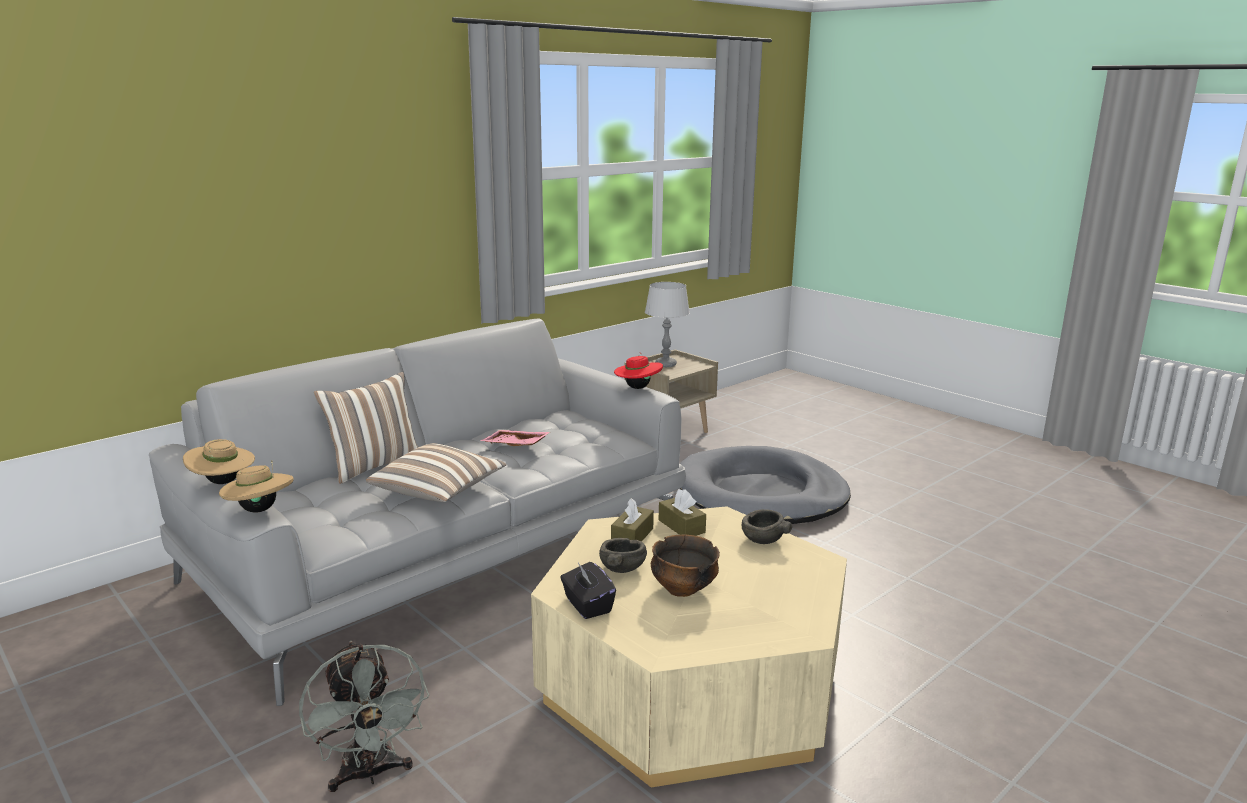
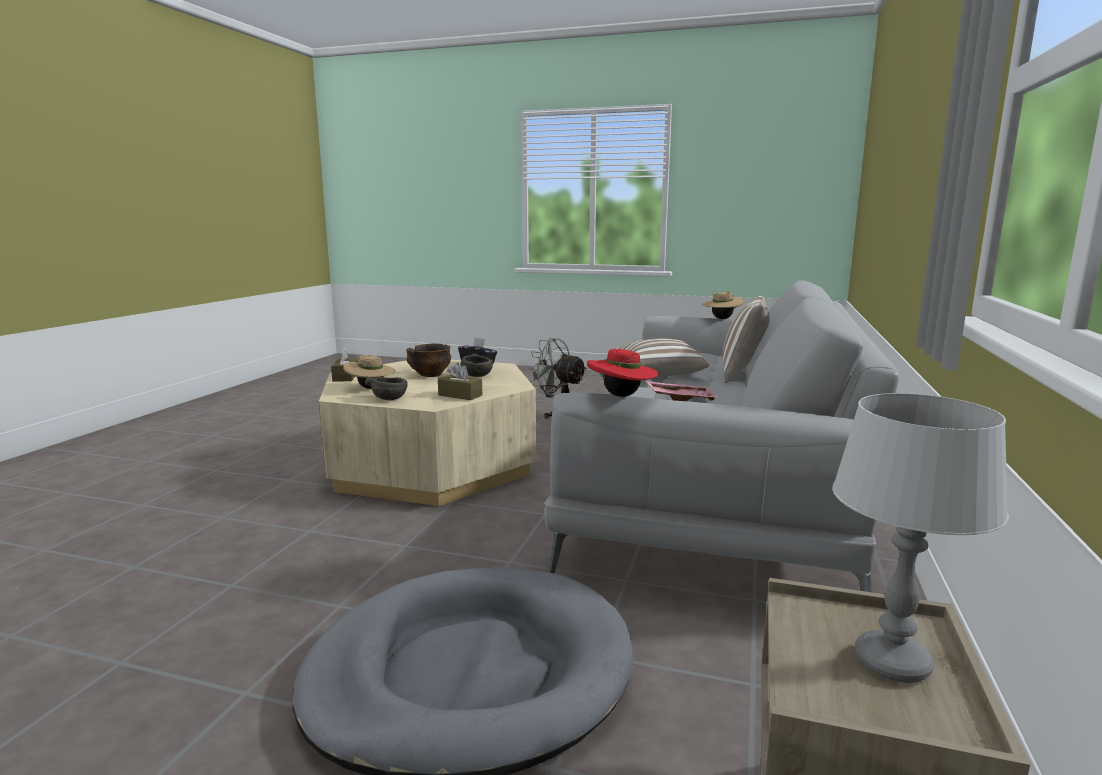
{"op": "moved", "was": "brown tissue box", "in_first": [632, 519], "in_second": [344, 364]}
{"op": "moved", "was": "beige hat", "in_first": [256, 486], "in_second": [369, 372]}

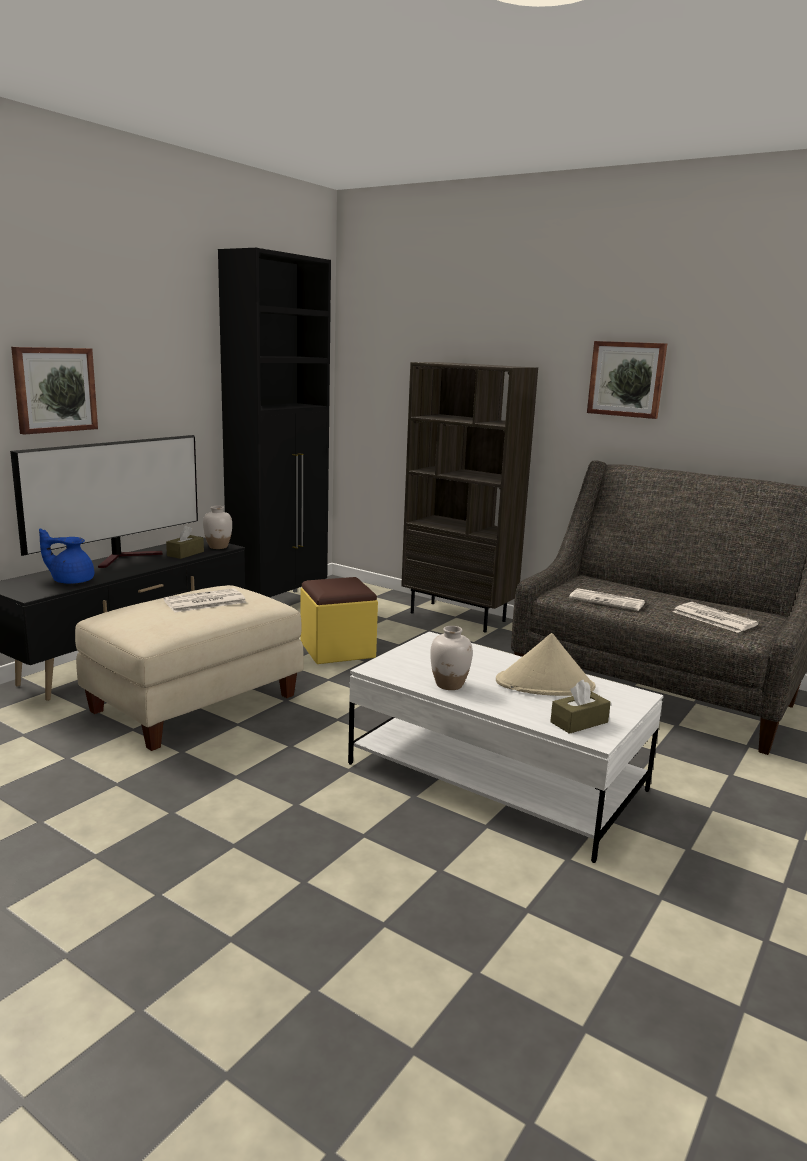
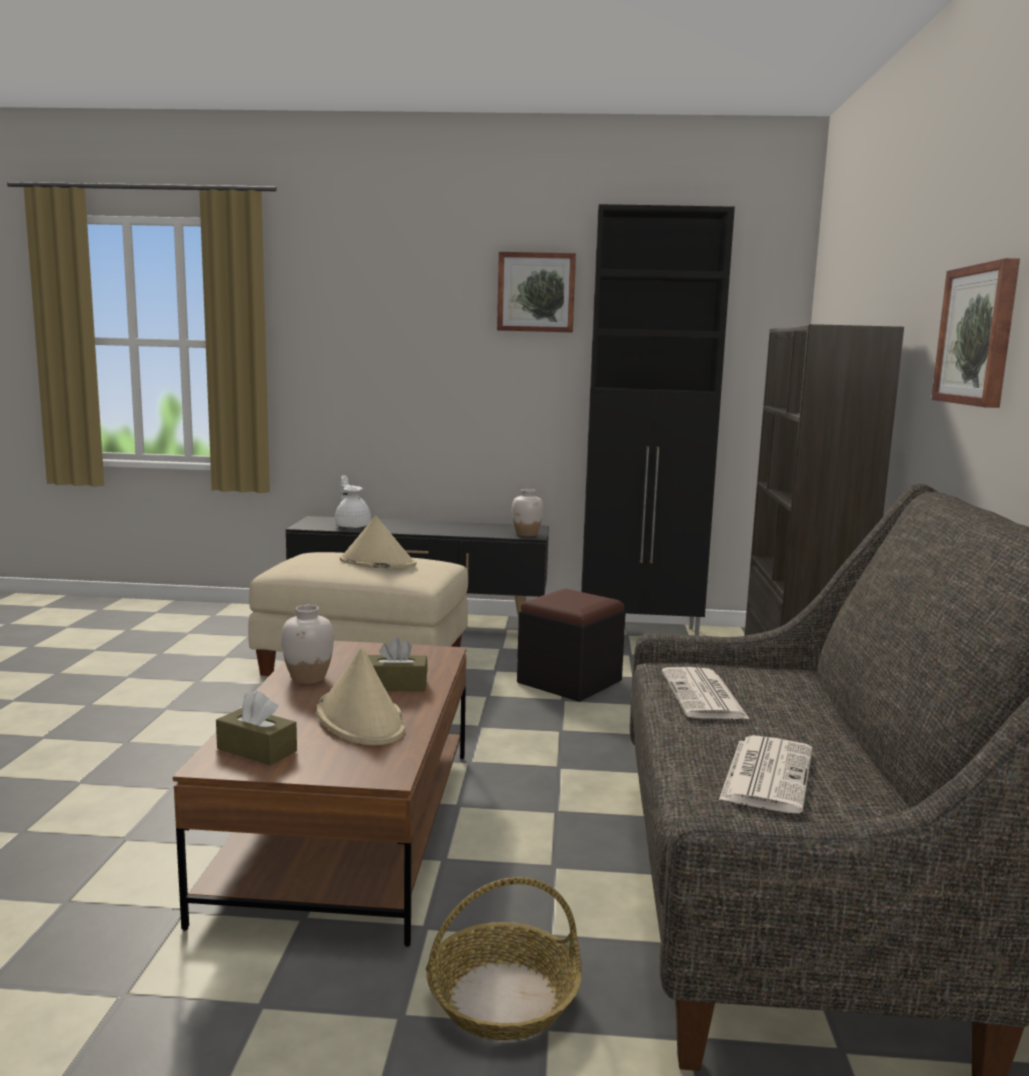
{"op": "recoloured", "was": "white coffee table", "now": "brown coffee table", "in_first": [505, 747], "in_second": [319, 794]}
{"op": "recoloured", "was": "blue teapot", "now": "white teapot", "in_first": [66, 556], "in_second": [353, 501]}
{"op": "replaced", "was": "newspaper", "now": "beige hat", "in_first": [205, 600], "in_second": [378, 542]}
{"op": "moved", "was": "brown tissue box", "in_first": [185, 542], "in_second": [398, 664]}
{"op": "added", "now": "basket", "in_second": [504, 959]}
{"op": "moved", "was": "picture", "in_first": [54, 391], "in_second": [536, 292]}
{"op": "recoloured", "was": "yellow ottoman", "now": "black ottoman", "in_first": [339, 620], "in_second": [571, 645]}
{"op": "removed", "was": "television", "in_first": [104, 501]}

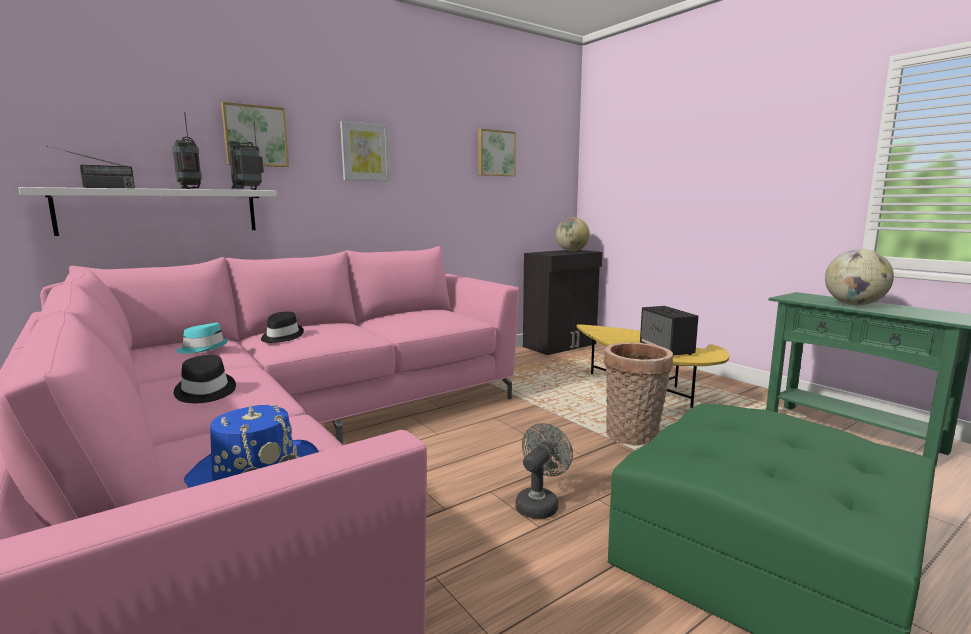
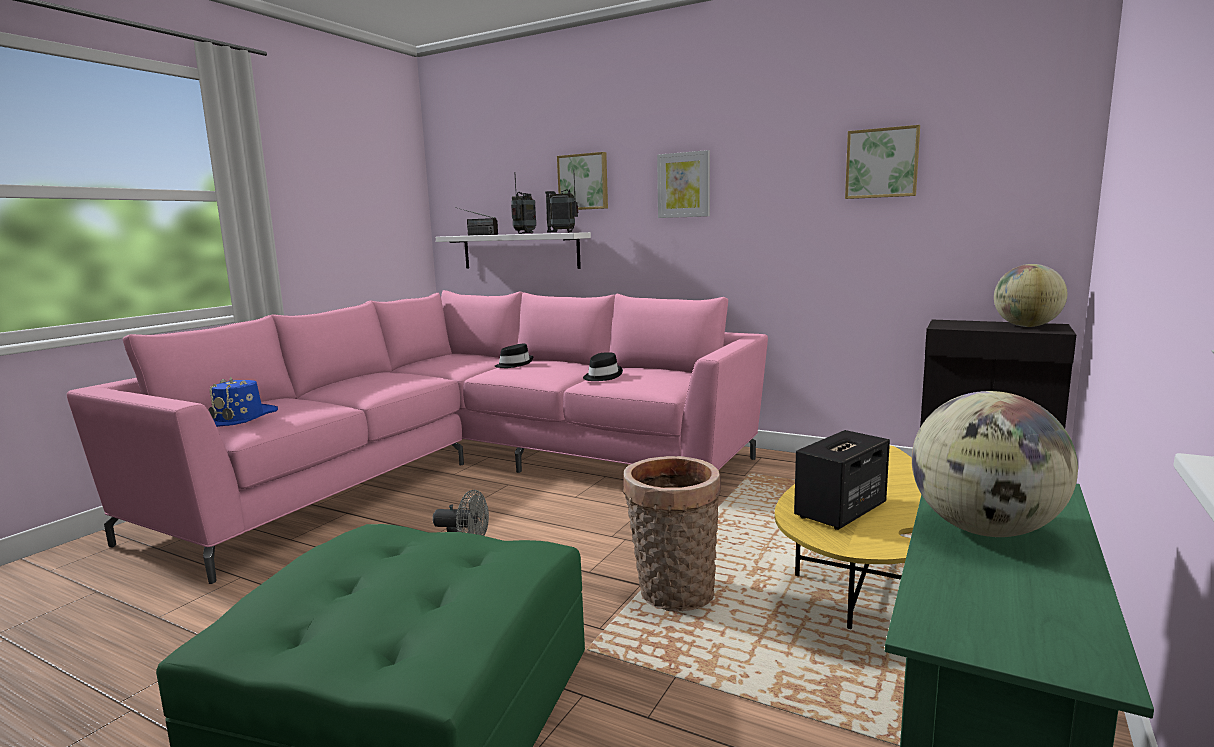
{"op": "moved", "was": "black hat", "in_first": [205, 379], "in_second": [603, 366]}
{"op": "removed", "was": "turquoise hat", "in_first": [202, 338]}

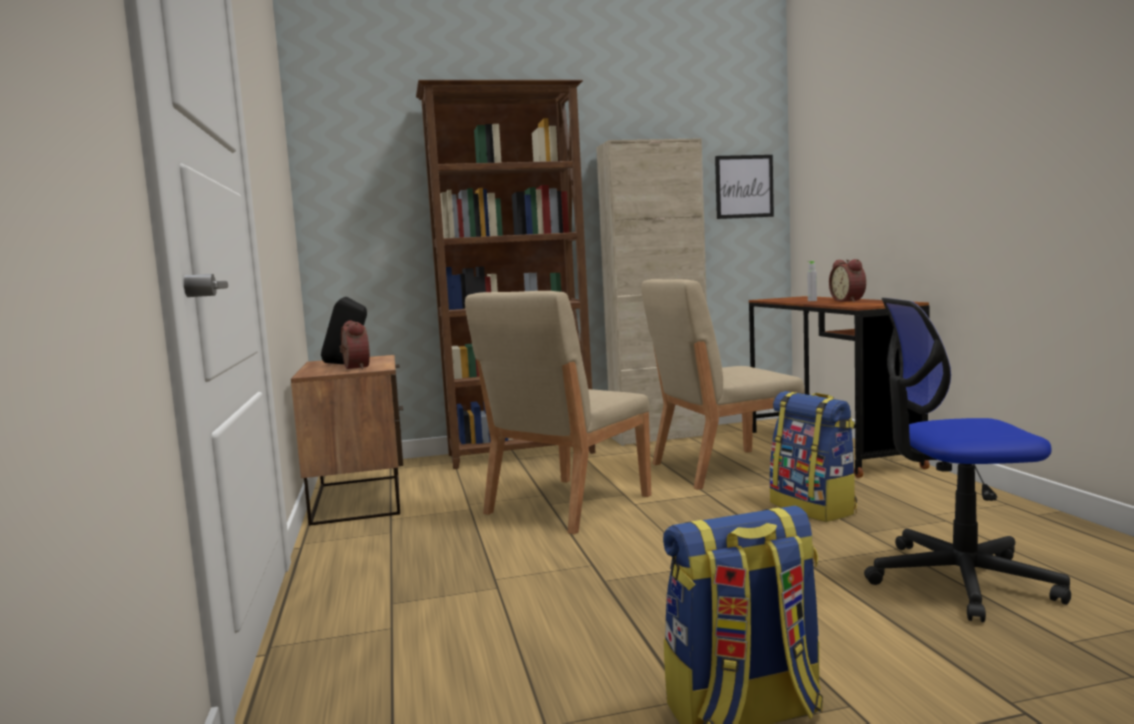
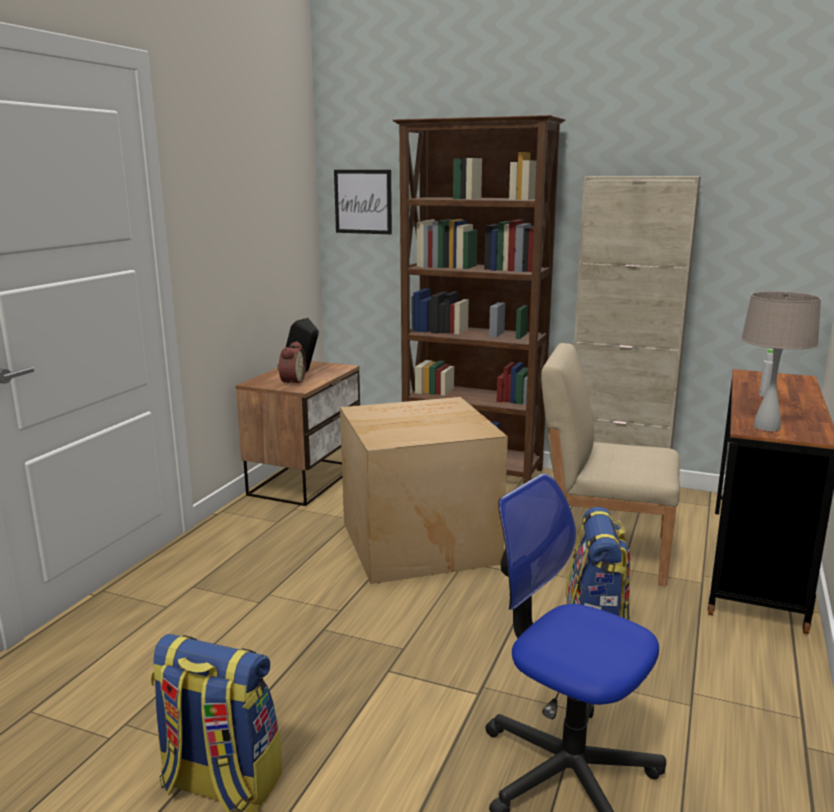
{"op": "moved", "was": "picture", "in_first": [744, 187], "in_second": [363, 202]}
{"op": "replaced", "was": "beige chair", "now": "cardboard box", "in_first": [558, 412], "in_second": [424, 490]}
{"op": "added", "now": "beige table lamp", "in_second": [781, 361]}
{"op": "removed", "was": "alarm clock", "in_first": [847, 280]}

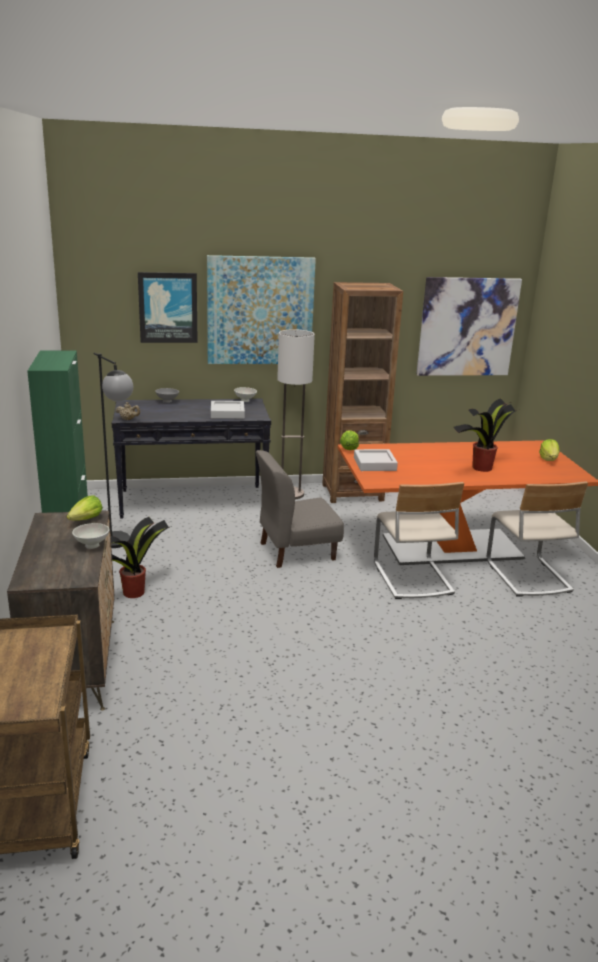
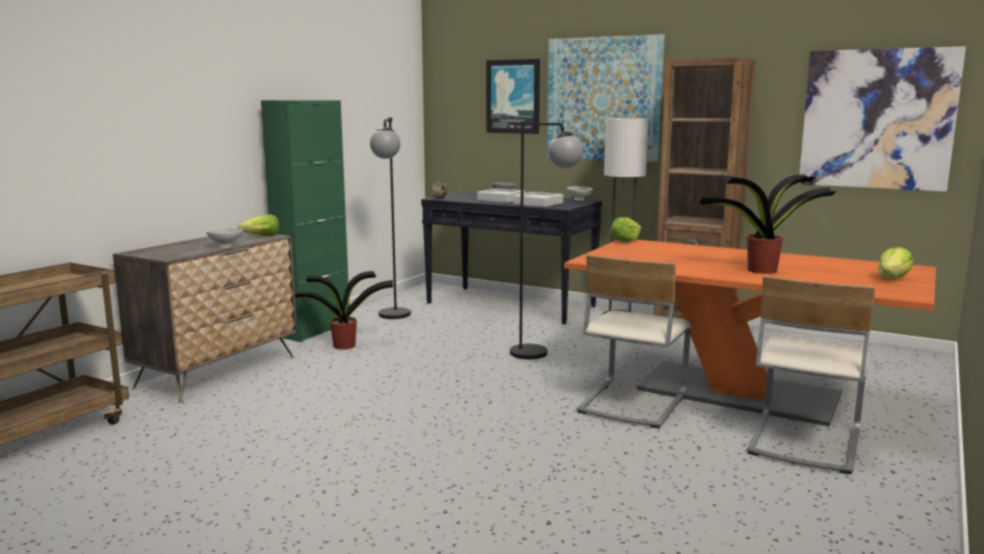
{"op": "moved", "was": "grey tray", "in_first": [376, 460], "in_second": [501, 195]}
{"op": "replaced", "was": "grey chair", "now": "black floor lamp", "in_first": [300, 509], "in_second": [545, 240]}

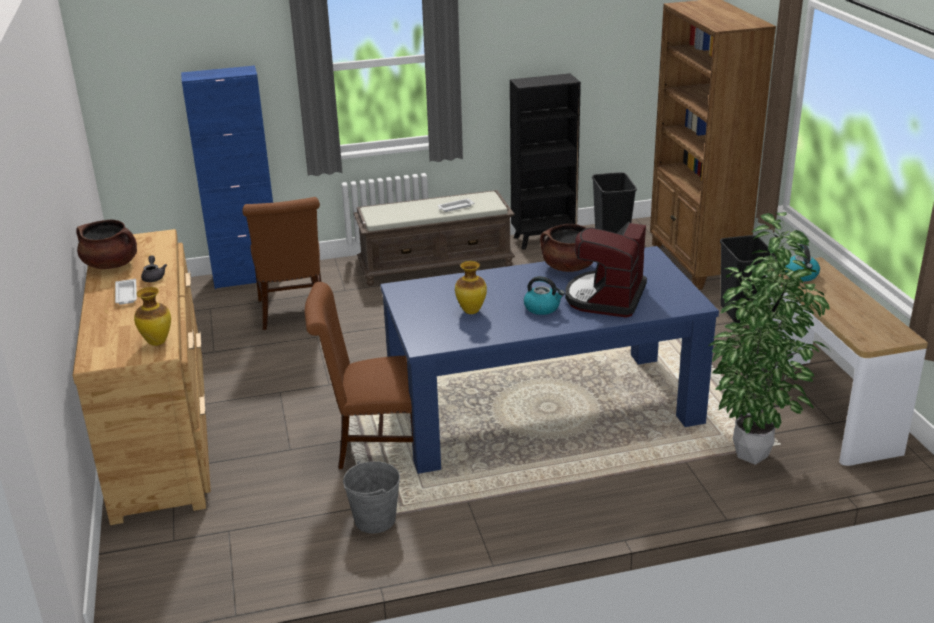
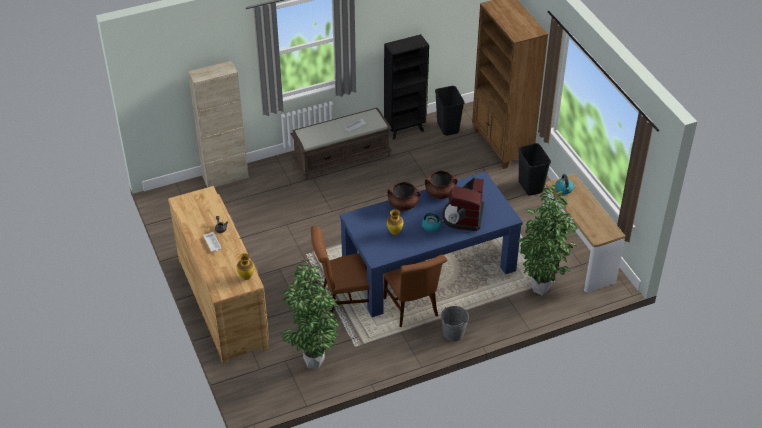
{"op": "recoloured", "was": "blue cabinet", "now": "beige cabinet", "in_first": [227, 177], "in_second": [218, 124]}
{"op": "added", "now": "potted plant", "in_second": [310, 314]}
{"op": "moved", "was": "brown chair", "in_first": [282, 263], "in_second": [415, 291]}
{"op": "moved", "was": "brown cooking pot", "in_first": [106, 244], "in_second": [404, 196]}
{"op": "moved", "was": "grey bucket", "in_first": [371, 497], "in_second": [455, 323]}

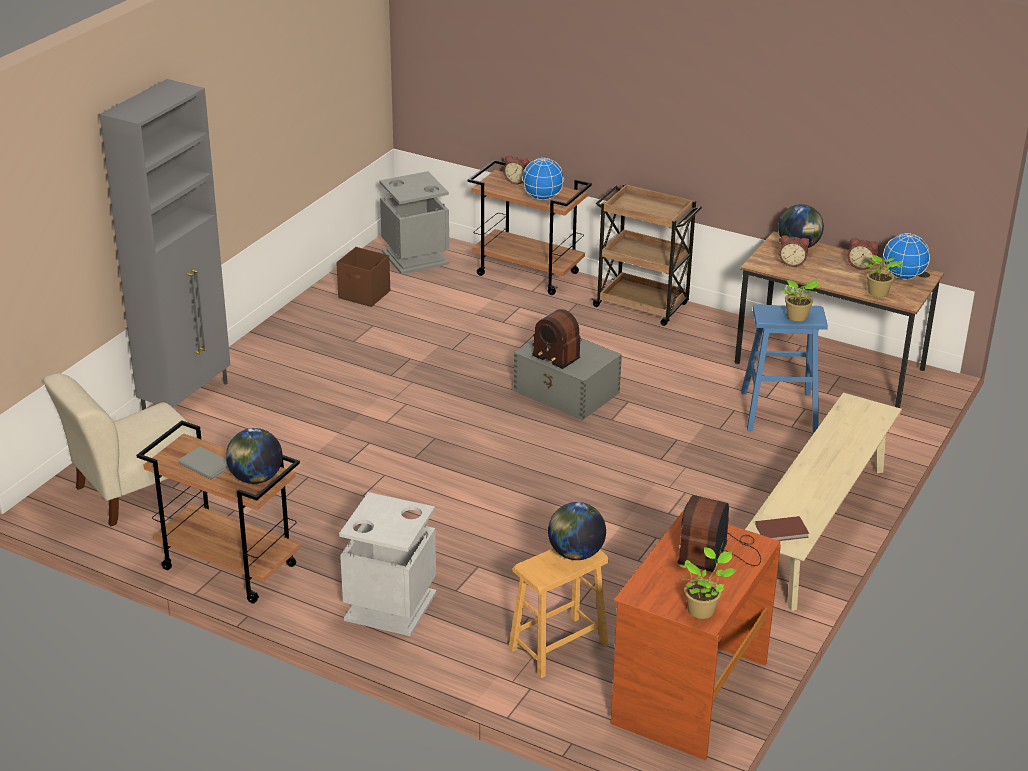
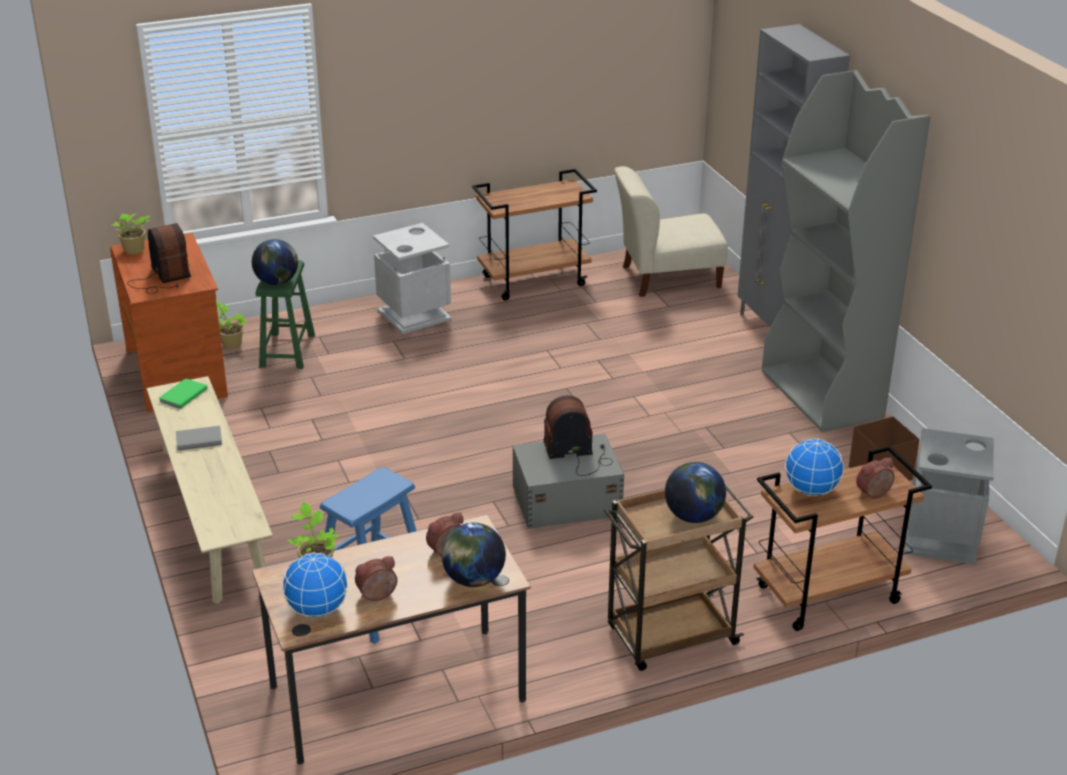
{"op": "recoloured", "was": "brown book", "now": "green book", "in_first": [782, 528], "in_second": [183, 393]}
{"op": "moved", "was": "grey book", "in_first": [203, 463], "in_second": [199, 438]}
{"op": "moved", "was": "potted plant", "in_first": [801, 300], "in_second": [231, 324]}
{"op": "recoloured", "was": "brown stool", "now": "green stool", "in_first": [558, 613], "in_second": [285, 314]}
{"op": "turned", "was": "beige chair", "in_first": [123, 449], "in_second": [671, 231], "clockwise": -105}
{"op": "moved", "was": "globe", "in_first": [254, 456], "in_second": [695, 492]}
{"op": "added", "now": "grey bookcase", "in_second": [846, 251]}

